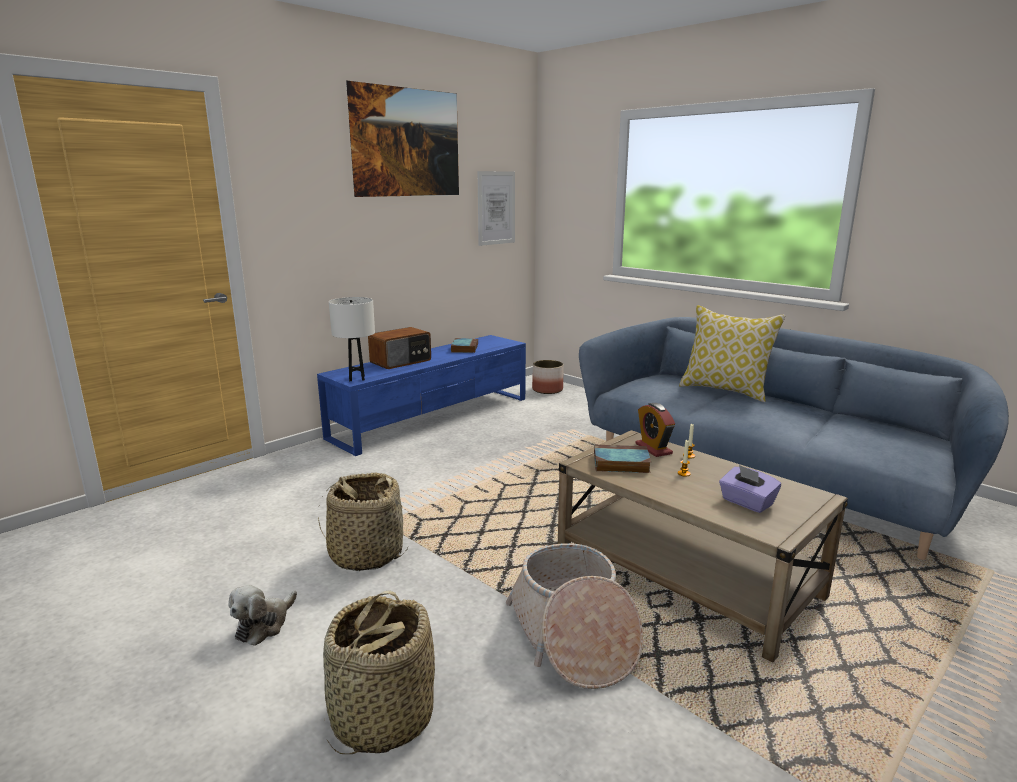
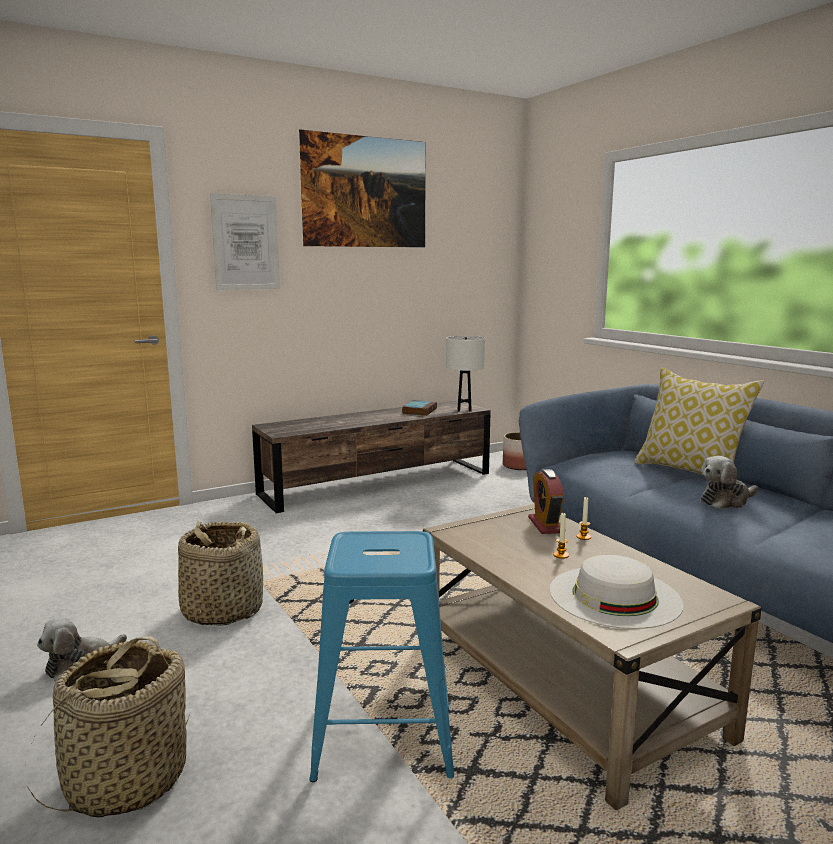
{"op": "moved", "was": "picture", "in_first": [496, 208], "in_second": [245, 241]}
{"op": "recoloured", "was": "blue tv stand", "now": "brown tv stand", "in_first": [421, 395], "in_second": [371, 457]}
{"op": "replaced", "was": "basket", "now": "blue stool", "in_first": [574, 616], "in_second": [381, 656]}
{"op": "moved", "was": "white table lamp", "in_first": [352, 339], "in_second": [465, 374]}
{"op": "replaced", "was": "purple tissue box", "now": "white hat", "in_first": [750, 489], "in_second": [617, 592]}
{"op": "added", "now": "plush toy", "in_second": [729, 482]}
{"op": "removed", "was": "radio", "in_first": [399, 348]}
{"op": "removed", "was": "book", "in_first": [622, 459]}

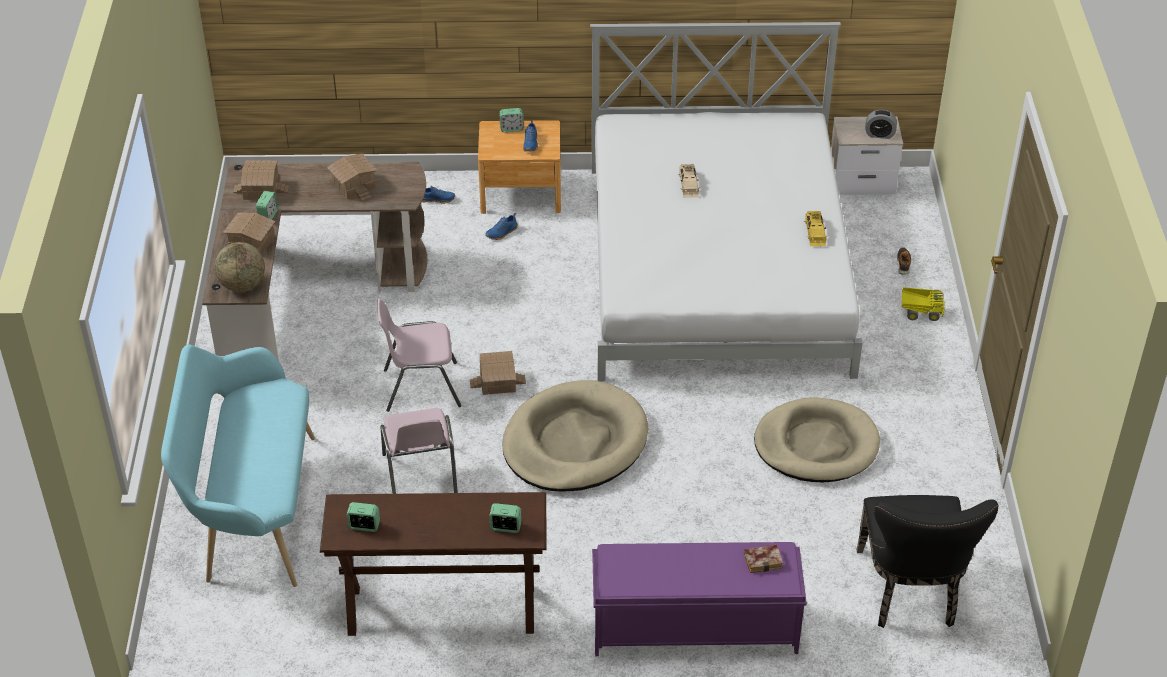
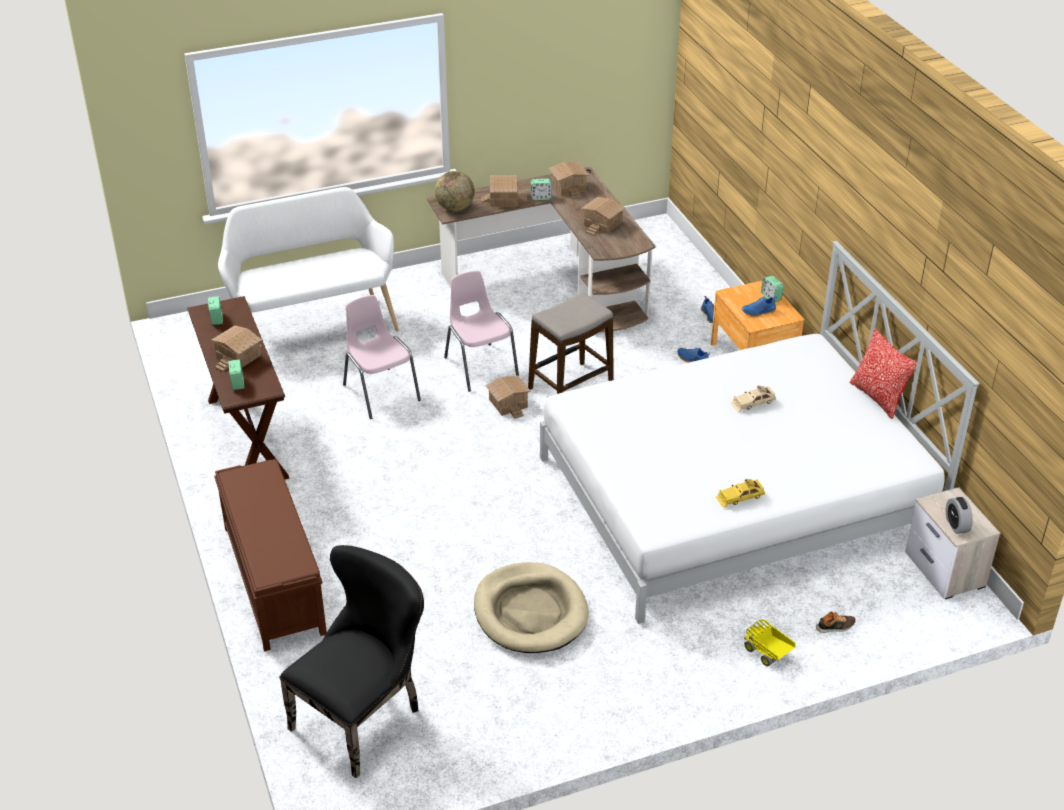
{"op": "added", "now": "toy house", "in_second": [237, 348]}
{"op": "recoloured", "was": "purple bench", "now": "brown bench", "in_first": [699, 599], "in_second": [270, 555]}
{"op": "recoloured", "was": "turquoise bench", "now": "white bench", "in_first": [238, 466], "in_second": [308, 259]}
{"op": "turned", "was": "black chair", "in_first": [928, 561], "in_second": [351, 661], "clockwise": 150}
{"op": "turned", "was": "pink chair", "in_first": [419, 451], "in_second": [382, 357], "clockwise": 90}
{"op": "added", "now": "stool", "in_second": [571, 343]}
{"op": "turned", "was": "toy truck", "in_first": [923, 304], "in_second": [770, 643], "clockwise": 150}
{"op": "added", "now": "pillow", "in_second": [883, 374]}
{"op": "removed", "was": "beige dog bed", "in_first": [575, 436]}
{"op": "removed", "was": "book", "in_first": [763, 559]}

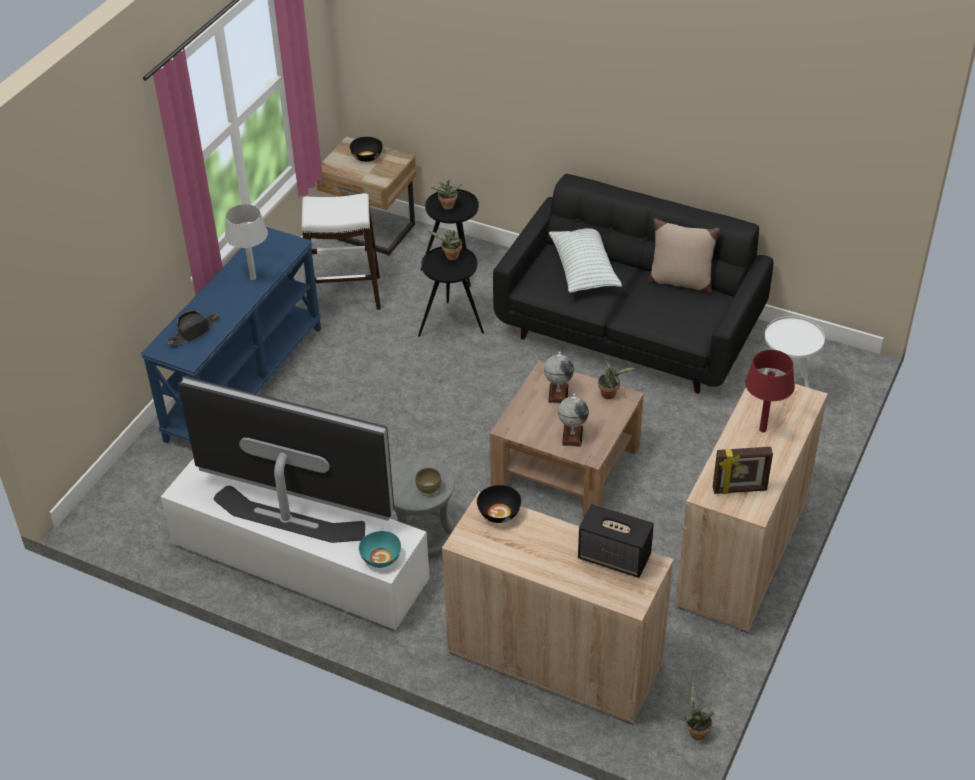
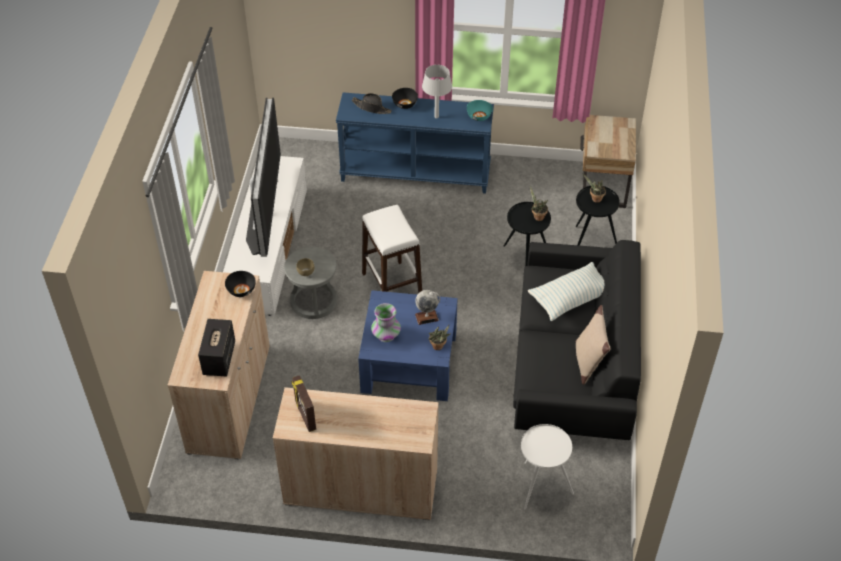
{"op": "recoloured", "was": "brown coffee table", "now": "blue coffee table", "in_first": [567, 439], "in_second": [408, 345]}
{"op": "moved", "was": "white stool", "in_first": [341, 251], "in_second": [392, 249]}
{"op": "replaced", "was": "globe", "now": "vase", "in_first": [573, 420], "in_second": [386, 322]}
{"op": "moved", "was": "black bowl", "in_first": [366, 149], "in_second": [405, 98]}
{"op": "moved", "was": "turquoise bowl", "in_first": [380, 549], "in_second": [480, 110]}
{"op": "removed", "was": "potted plant", "in_first": [697, 711]}
{"op": "removed", "was": "red table lamp", "in_first": [770, 391]}

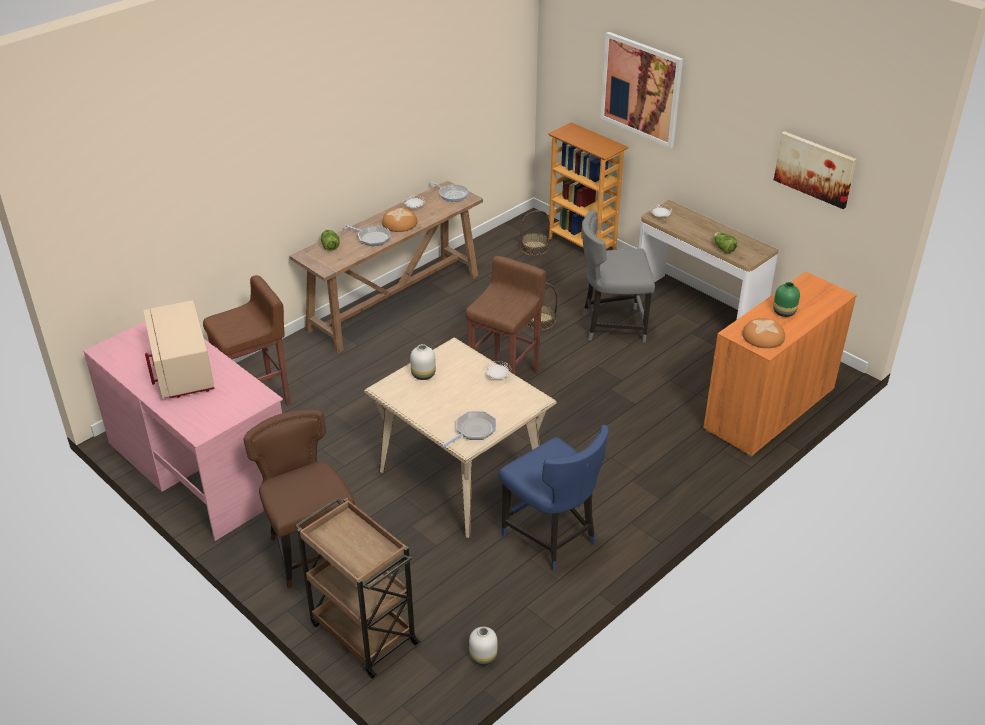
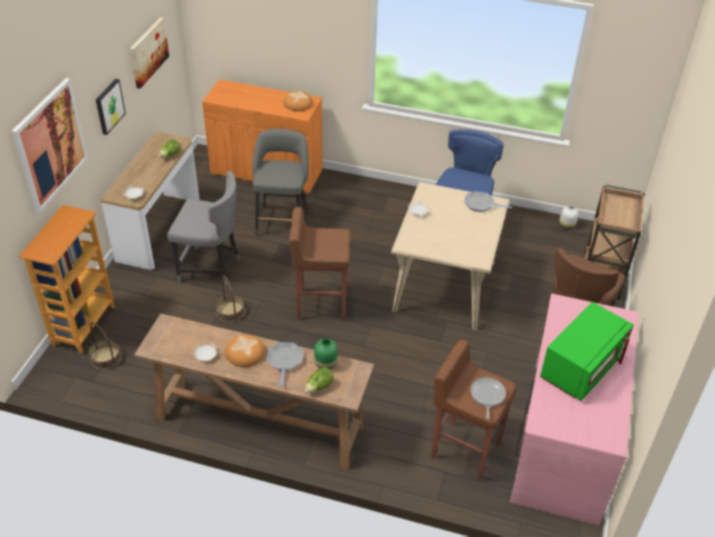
{"op": "added", "now": "picture", "in_second": [111, 107]}
{"op": "turned", "was": "grey chair", "in_first": [618, 276], "in_second": [203, 228], "clockwise": -45}
{"op": "added", "now": "grey stool", "in_second": [280, 182]}
{"op": "moved", "was": "green vase", "in_first": [786, 299], "in_second": [326, 354]}
{"op": "moved", "was": "frying pan", "in_first": [449, 192], "in_second": [488, 398]}
{"op": "recoloured", "was": "beige microwave", "now": "green microwave", "in_first": [178, 349], "in_second": [587, 351]}
{"op": "removed", "was": "white vase", "in_first": [423, 362]}

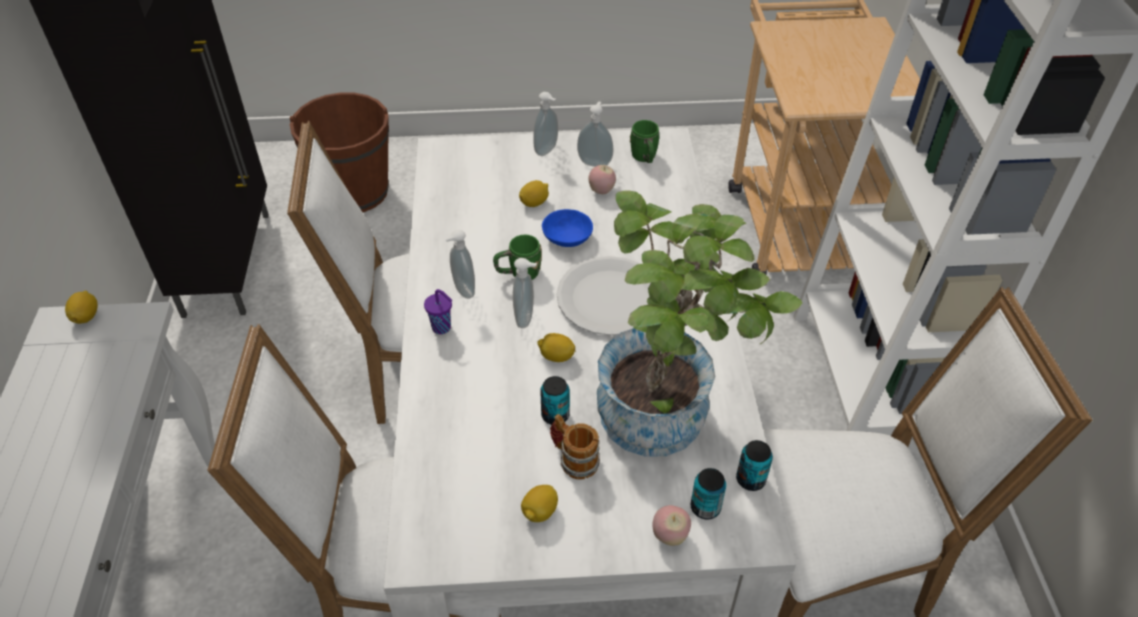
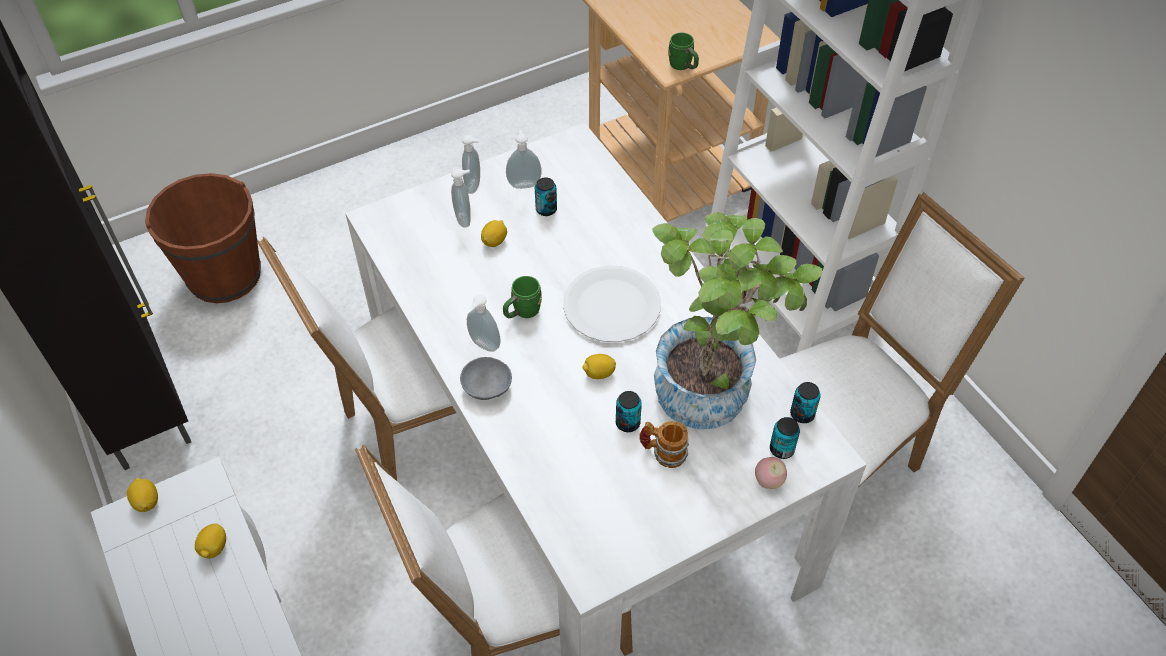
{"op": "moved", "was": "lemon", "in_first": [539, 503], "in_second": [210, 541]}
{"op": "moved", "was": "soap dispenser", "in_first": [525, 293], "in_second": [461, 198]}
{"op": "replaced", "was": "purple cup", "now": "grey bowl", "in_first": [438, 311], "in_second": [486, 378]}
{"op": "replaced", "was": "apple", "now": "can", "in_first": [602, 179], "in_second": [546, 197]}
{"op": "moved", "was": "green mug", "in_first": [644, 141], "in_second": [683, 51]}
{"op": "removed", "was": "blue bowl", "in_first": [567, 228]}

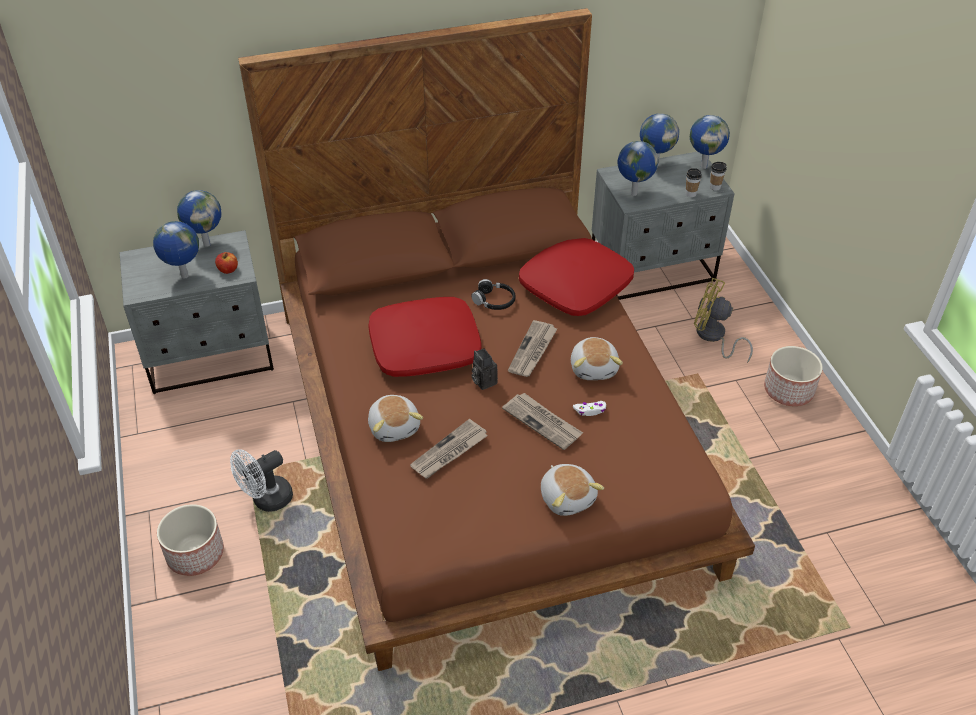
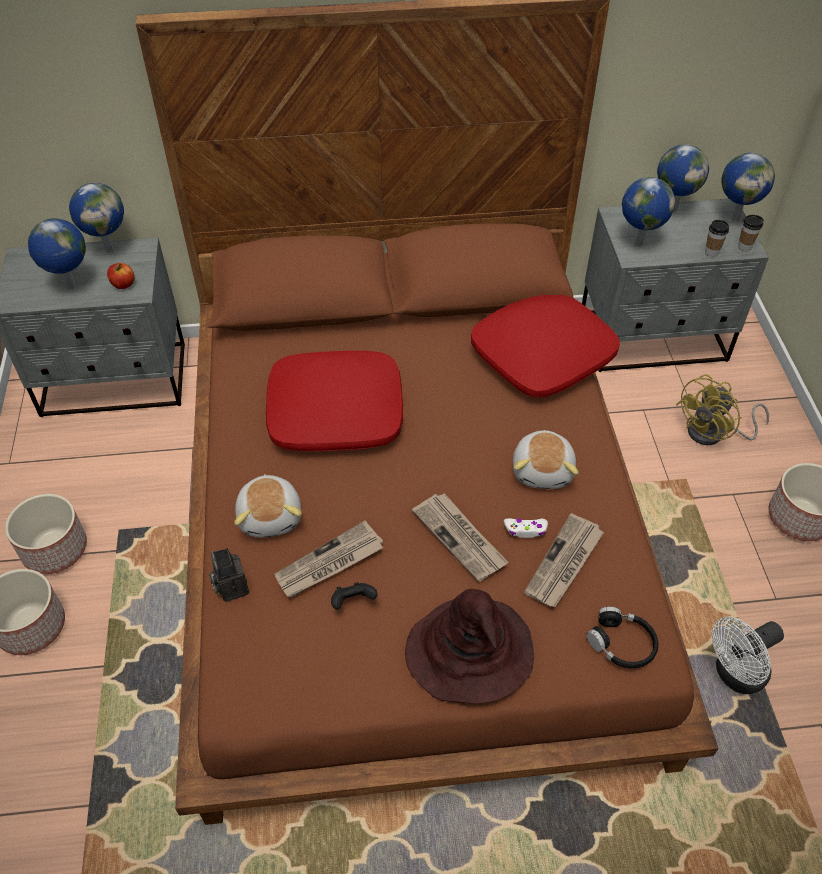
{"op": "added", "now": "planter", "in_second": [46, 534]}
{"op": "moved", "was": "photo camera", "in_first": [485, 369], "in_second": [229, 575]}
{"op": "added", "now": "black game controller", "in_second": [354, 595]}
{"op": "replaced", "was": "plush toy", "now": "brown hat", "in_first": [572, 490], "in_second": [469, 646]}
{"op": "moved", "was": "newspaper", "in_first": [533, 348], "in_second": [564, 560]}
{"op": "moved", "was": "black headphones", "in_first": [493, 294], "in_second": [622, 637]}
{"op": "turned", "was": "yellow fan", "in_first": [723, 320], "in_second": [722, 409], "clockwise": -75}
{"op": "moved", "was": "white fan", "in_first": [261, 480], "in_second": [748, 655]}

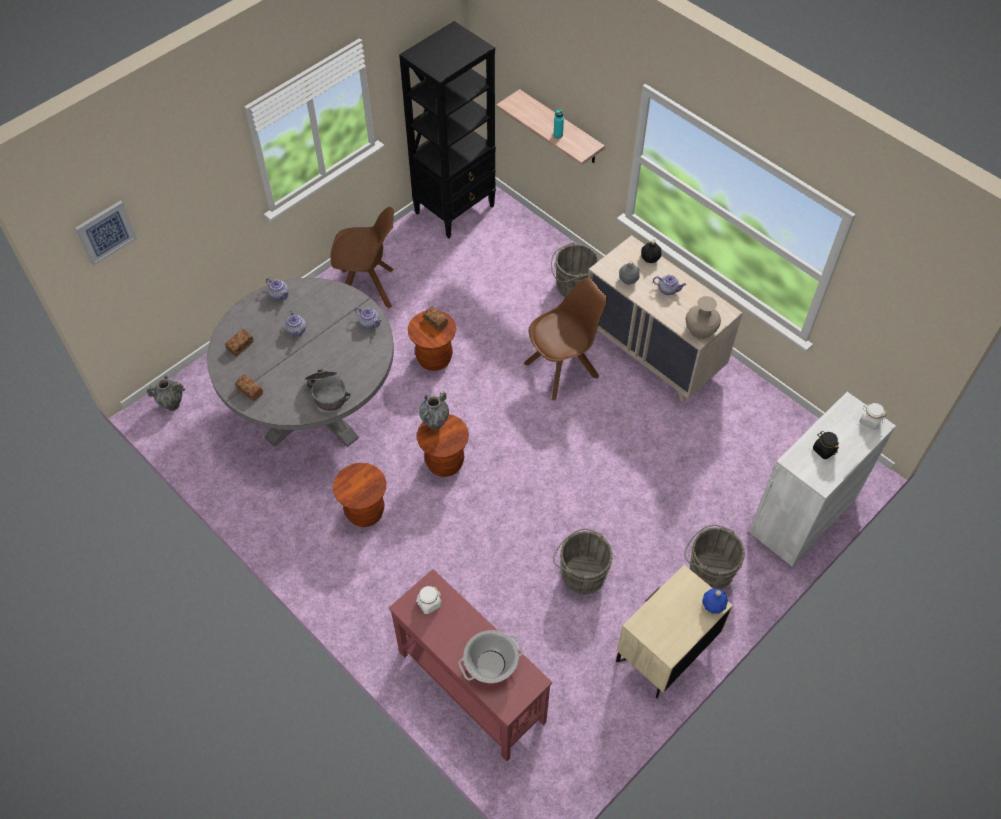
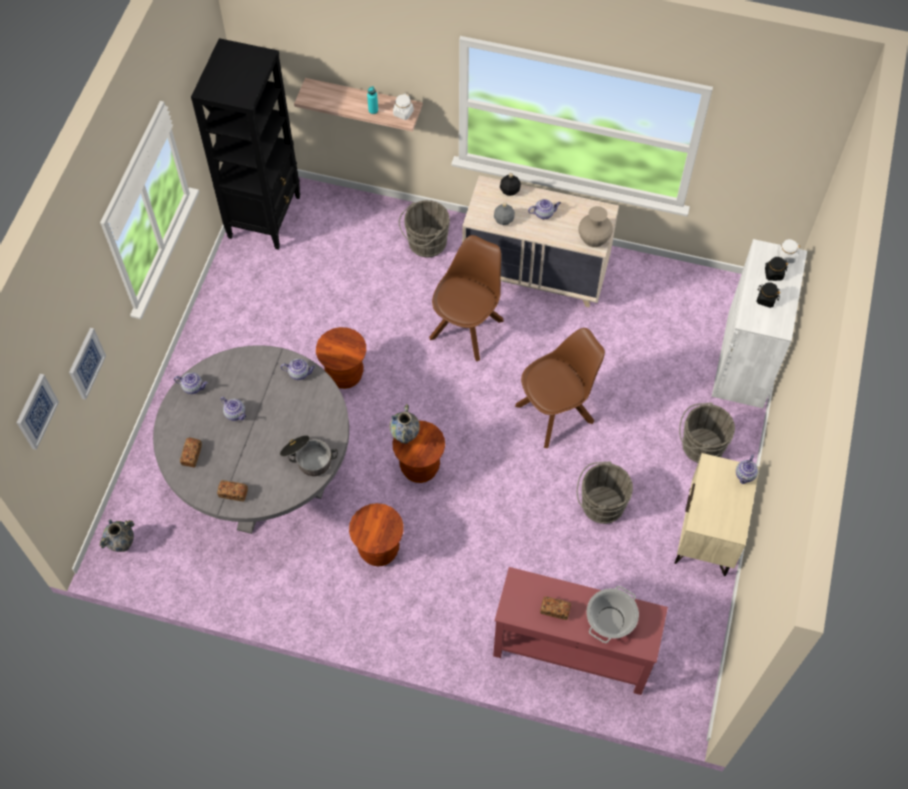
{"op": "added", "now": "picture", "in_second": [87, 364]}
{"op": "moved", "was": "white jar", "in_first": [428, 600], "in_second": [403, 107]}
{"op": "moved", "was": "brown chair", "in_first": [362, 257], "in_second": [560, 388]}
{"op": "moved", "was": "bread", "in_first": [435, 319], "in_second": [555, 608]}
{"op": "replaced", "was": "blue bottle", "now": "teapot", "in_first": [715, 601], "in_second": [747, 469]}
{"op": "added", "now": "black jar", "in_second": [776, 269]}

